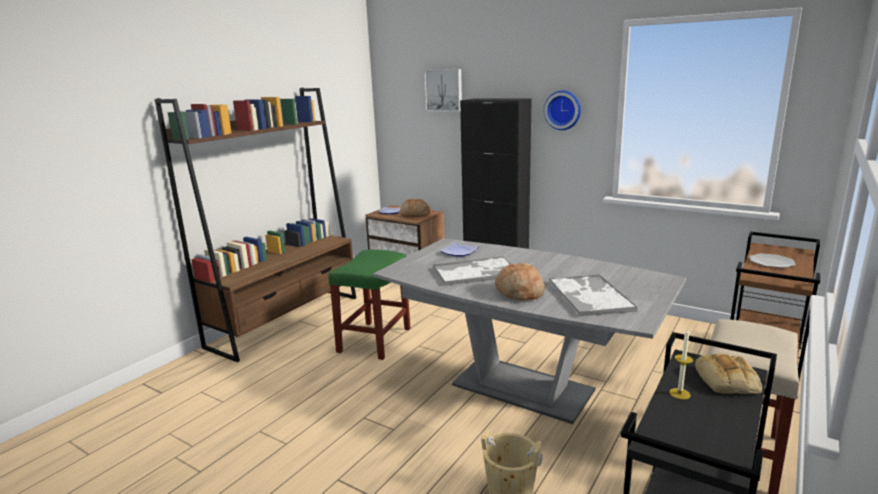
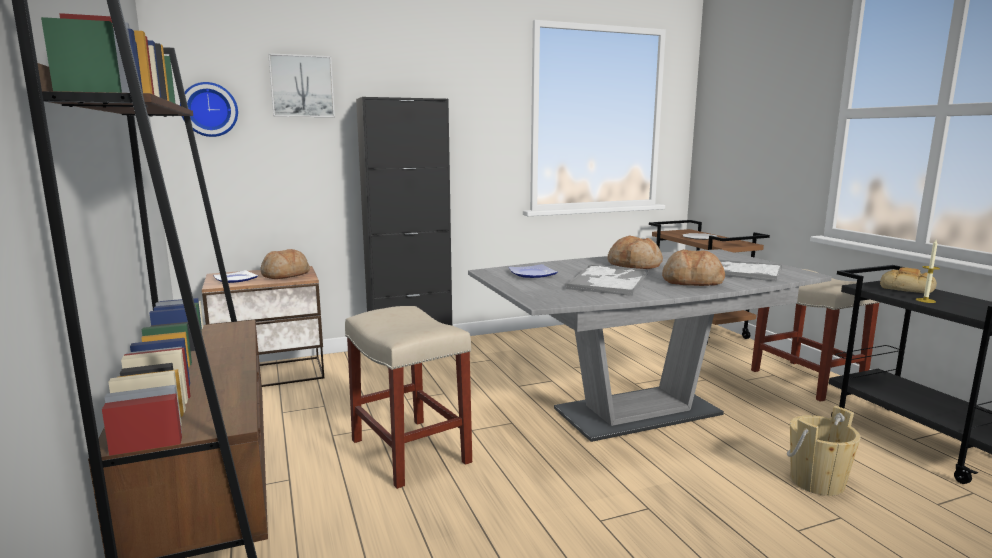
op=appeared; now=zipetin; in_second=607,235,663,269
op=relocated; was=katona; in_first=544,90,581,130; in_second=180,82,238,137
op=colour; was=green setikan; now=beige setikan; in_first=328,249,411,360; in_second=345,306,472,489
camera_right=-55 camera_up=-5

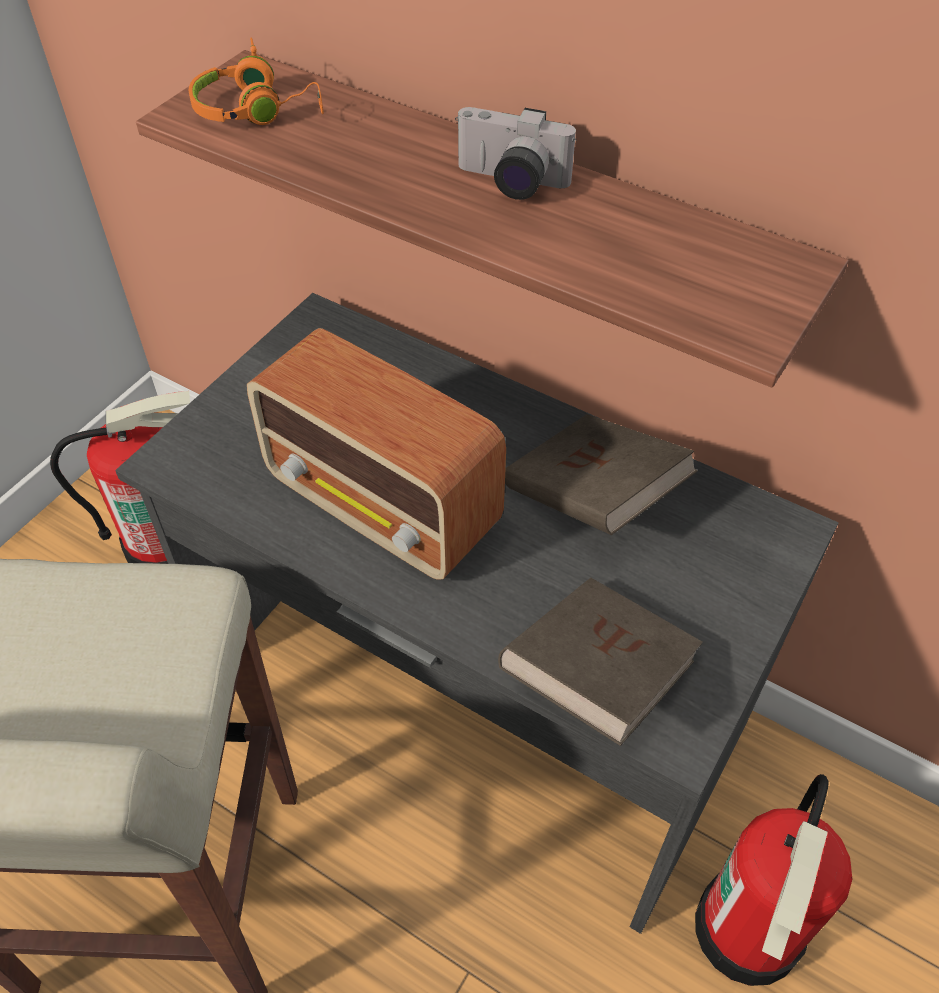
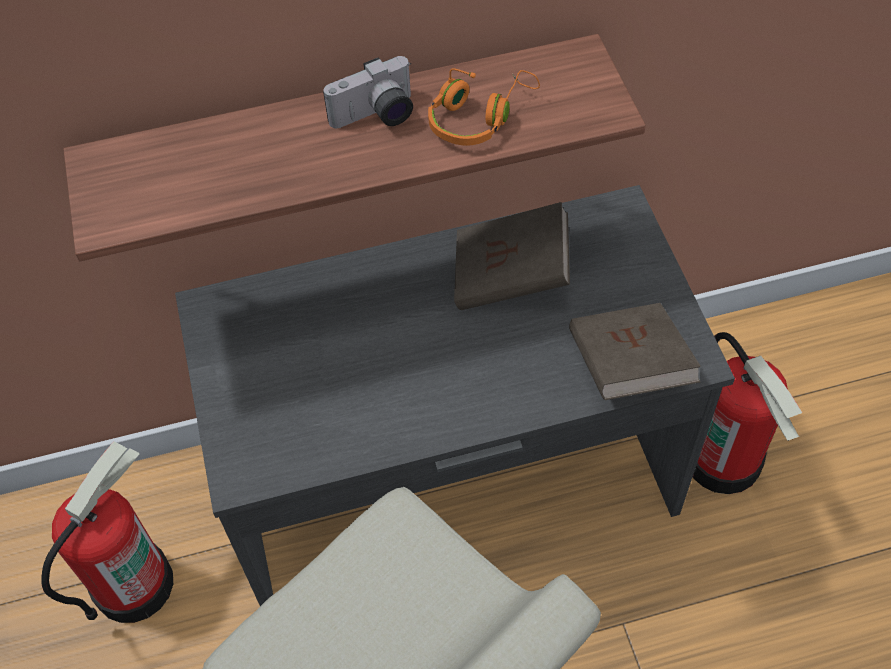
op=missing; was=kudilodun; in_first=247,328,506,579
op=relocated; was=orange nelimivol; in_first=189,37,324,125; in_second=428,68,540,146
camera_right=-45 camera_up=5

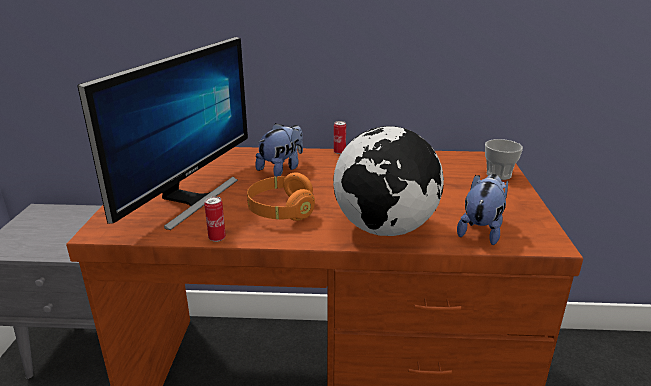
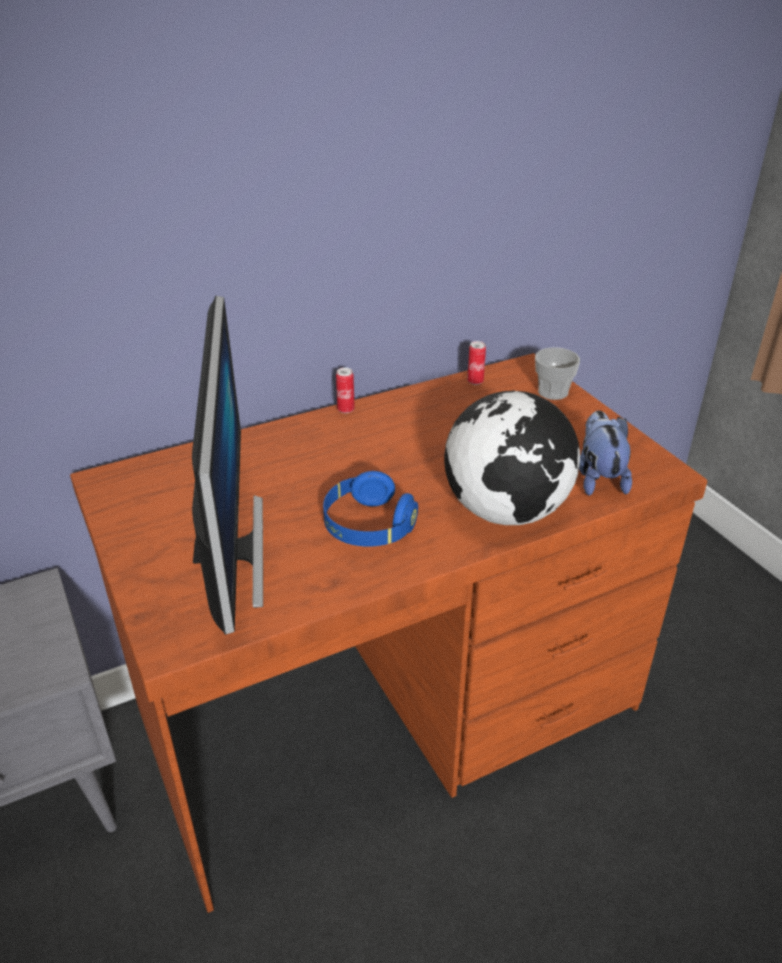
op=missing; was=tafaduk; in_first=256,123,303,177
op=relocated; was=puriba; in_first=204,196,226,242; in_second=467,341,486,385
op=colour; was=orange nelimivol; now=blue nelimivol; in_first=247,172,315,221; in_second=323,471,418,546
camera_right=-30 camera_up=10

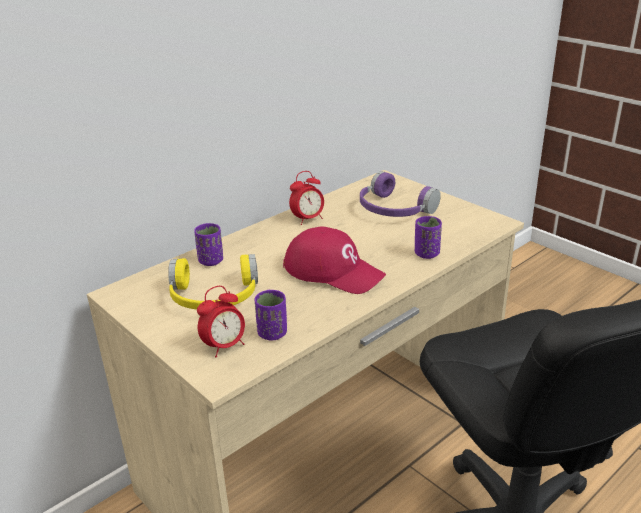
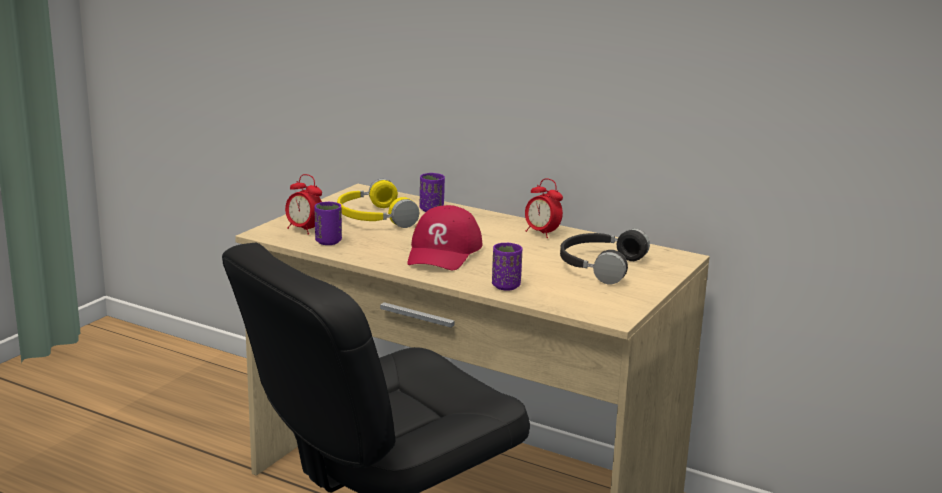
op=colour; was=purple nelimivol; now=black nelimivol; in_first=360,171,441,217; in_second=560,228,650,284
camera_right=70 camera_up=-10

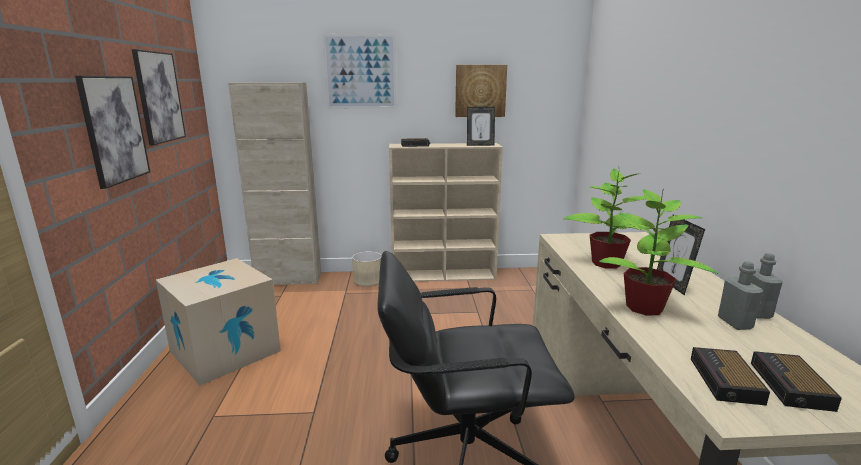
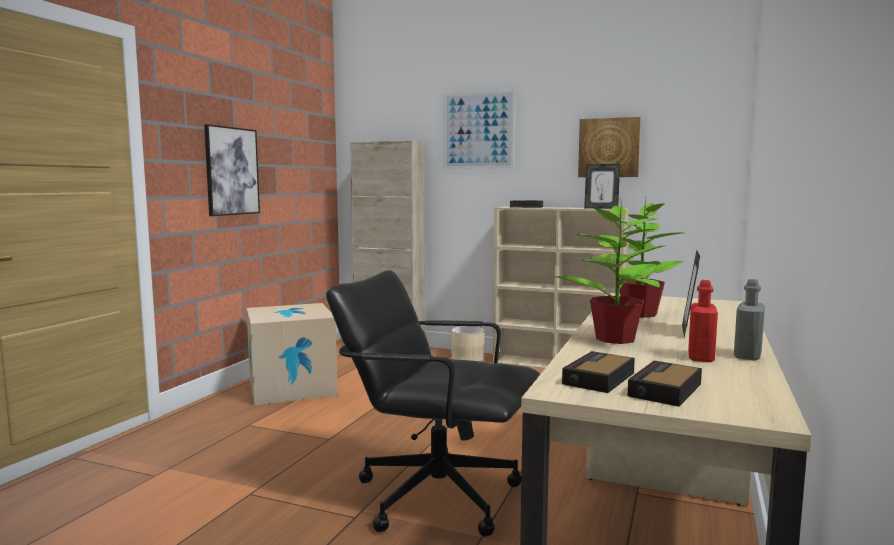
op=missing; was=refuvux; in_first=132,49,186,145
op=colour; was=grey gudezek; now=red gudezek; in_first=718,261,763,330; in_second=688,280,718,362
camera_right=25 camera_up=-10

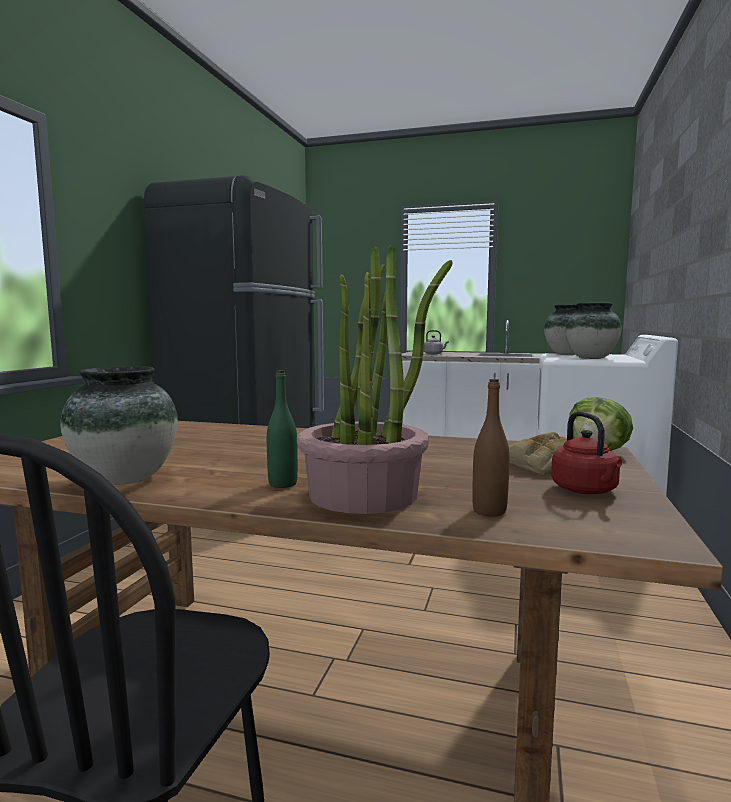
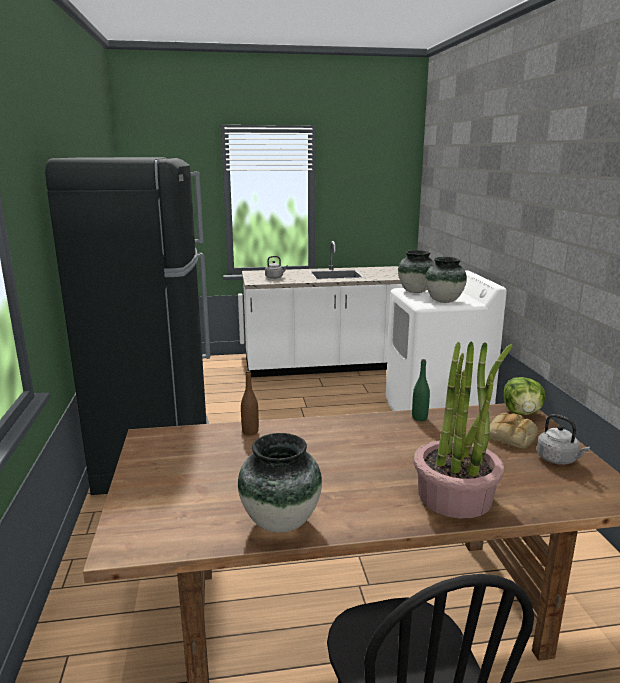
op=relocated; was=green gudezek; in_first=267,370,298,488; in_second=412,359,430,421
op=relocated; was=brown gudezek; in_first=472,379,510,516; in_second=241,370,259,435
op=colour; was=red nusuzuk; now=grey nusuzuk; in_first=551,411,622,494; in_second=537,414,590,465
camera_right=-25 camera_up=10

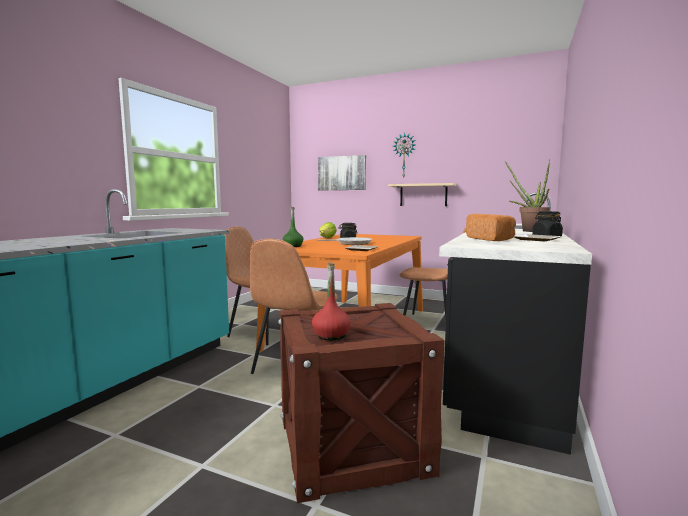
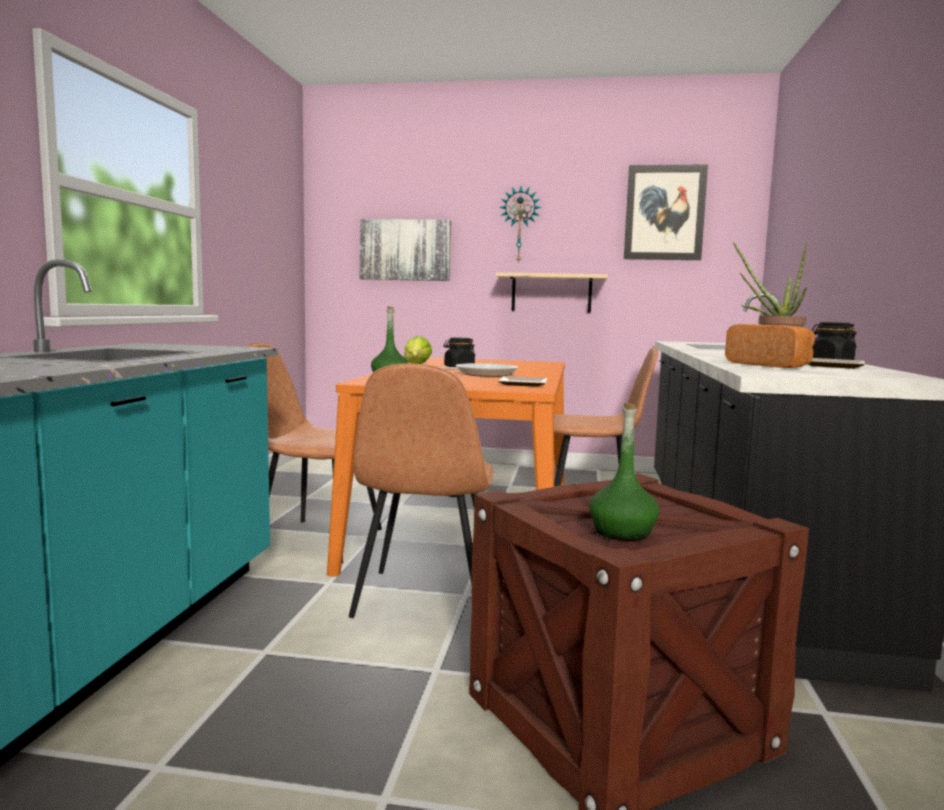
op=appeared; now=refuvux; in_second=624,165,708,260
op=colour; was=red gudezek; now=green gudezek; in_first=312,262,351,340; in_second=589,403,659,541
camera_right=-15 camera_up=0

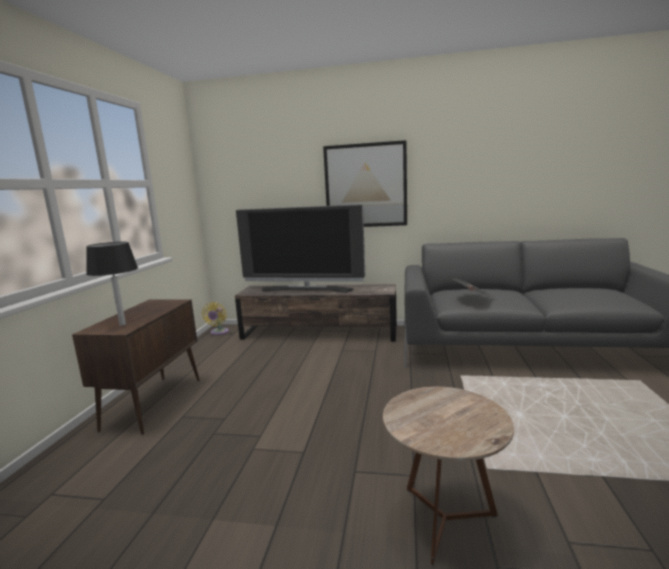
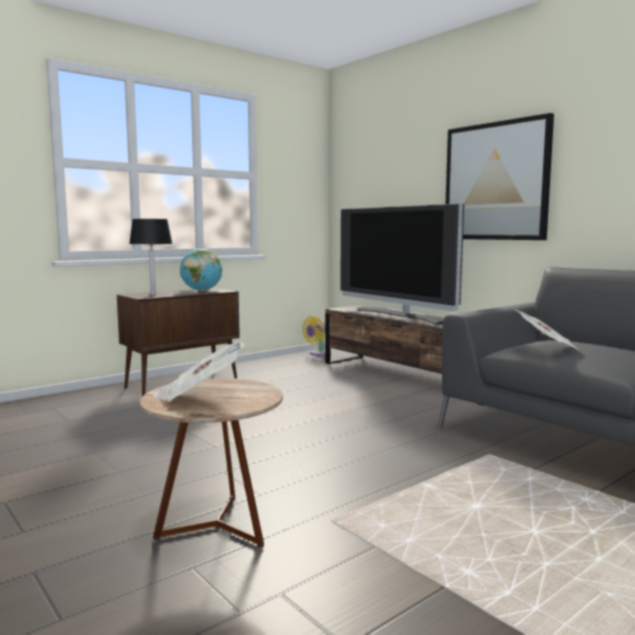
op=appeared; now=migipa; in_second=153,342,245,402
op=appeared; now=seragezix; in_second=180,249,222,291
camera_right=40 camera_up=-5

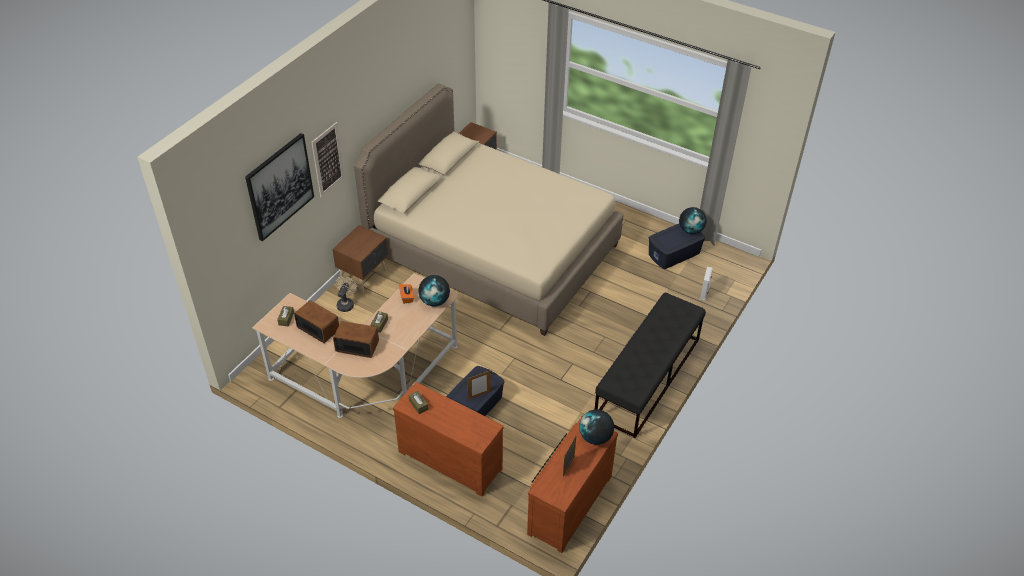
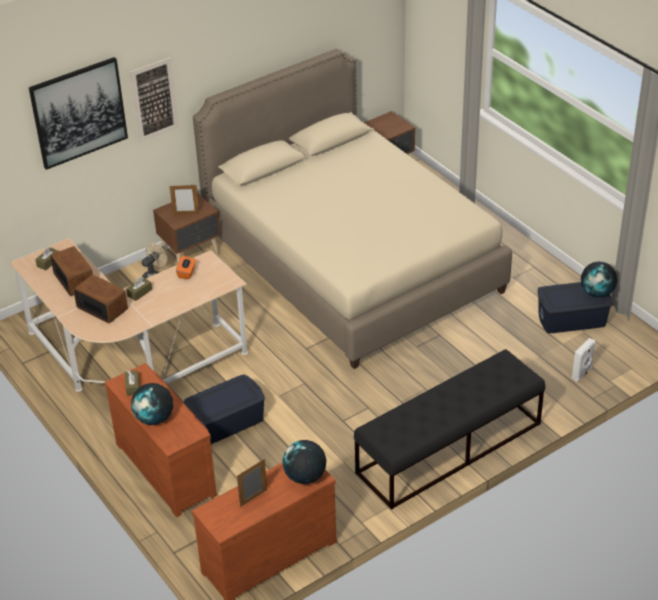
op=relocated; was=seragezix; in_first=418,275,450,307; in_second=131,383,173,425
op=relocated; was=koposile; in_first=467,371,491,400; in_second=170,184,199,215
camera_right=25 camera_up=-5

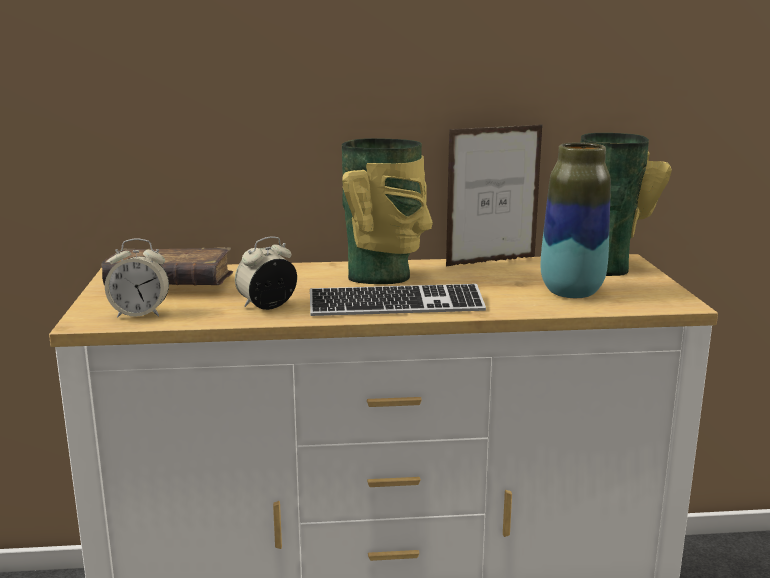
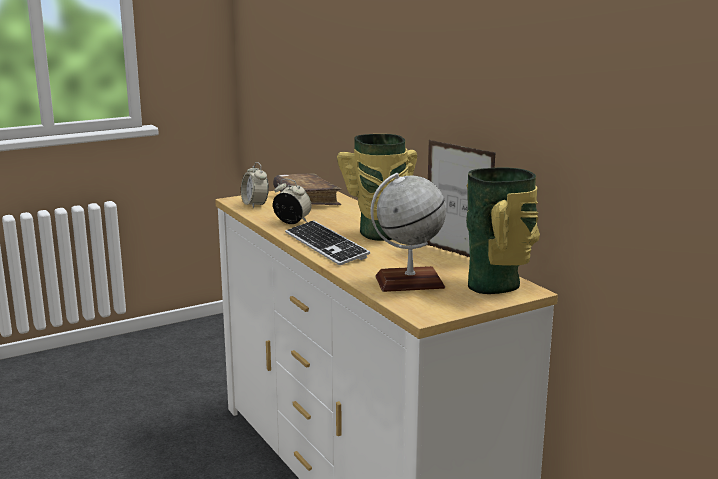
op=exchanged; was=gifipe; now=seragezix; in_first=541,142,611,298; in_second=371,173,446,292
camera_right=65 camera_up=0

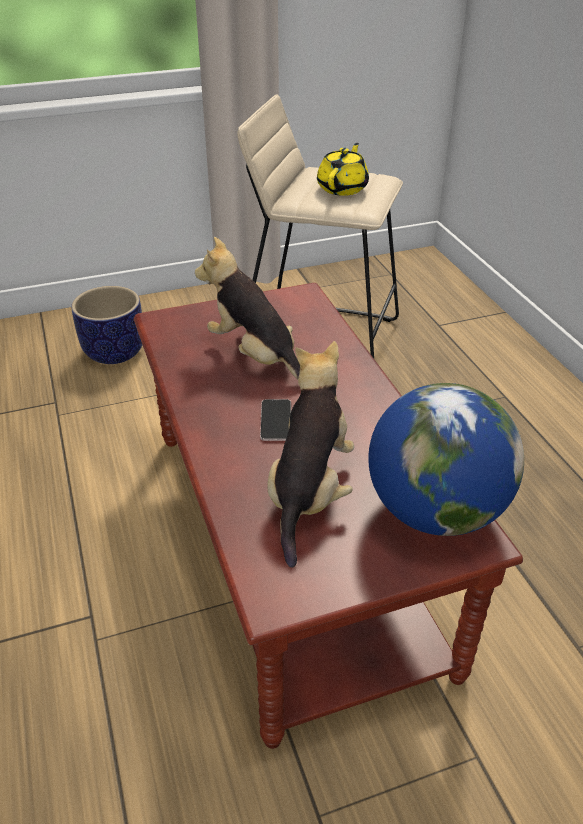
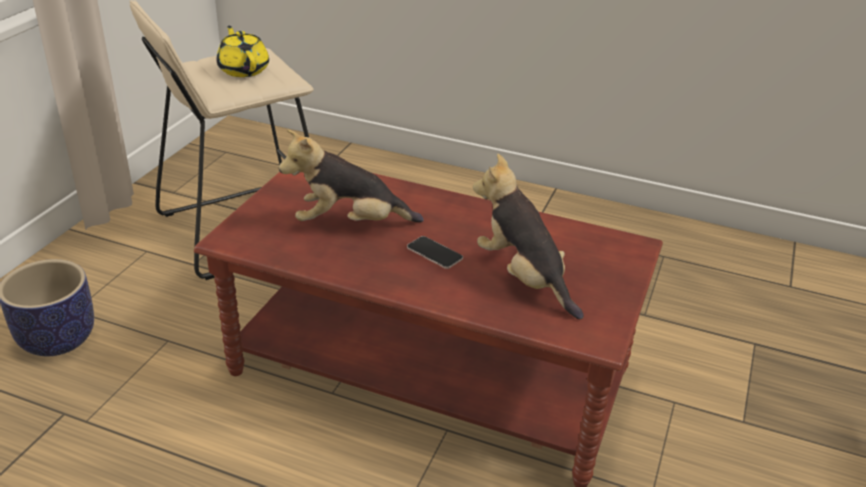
op=missing; was=seragezix; in_first=368,383,524,536
camera_right=-50 camera_up=-5

